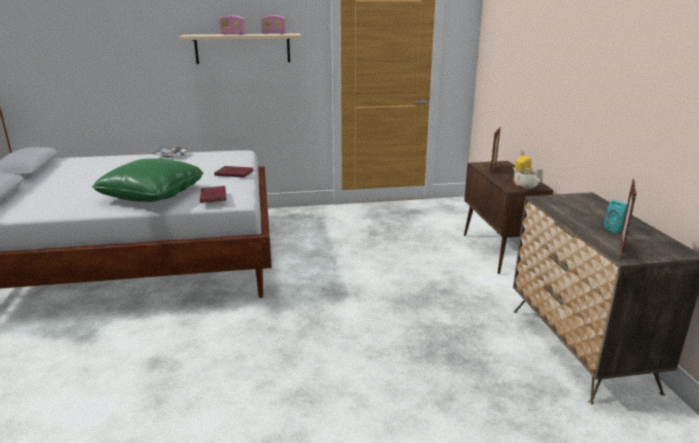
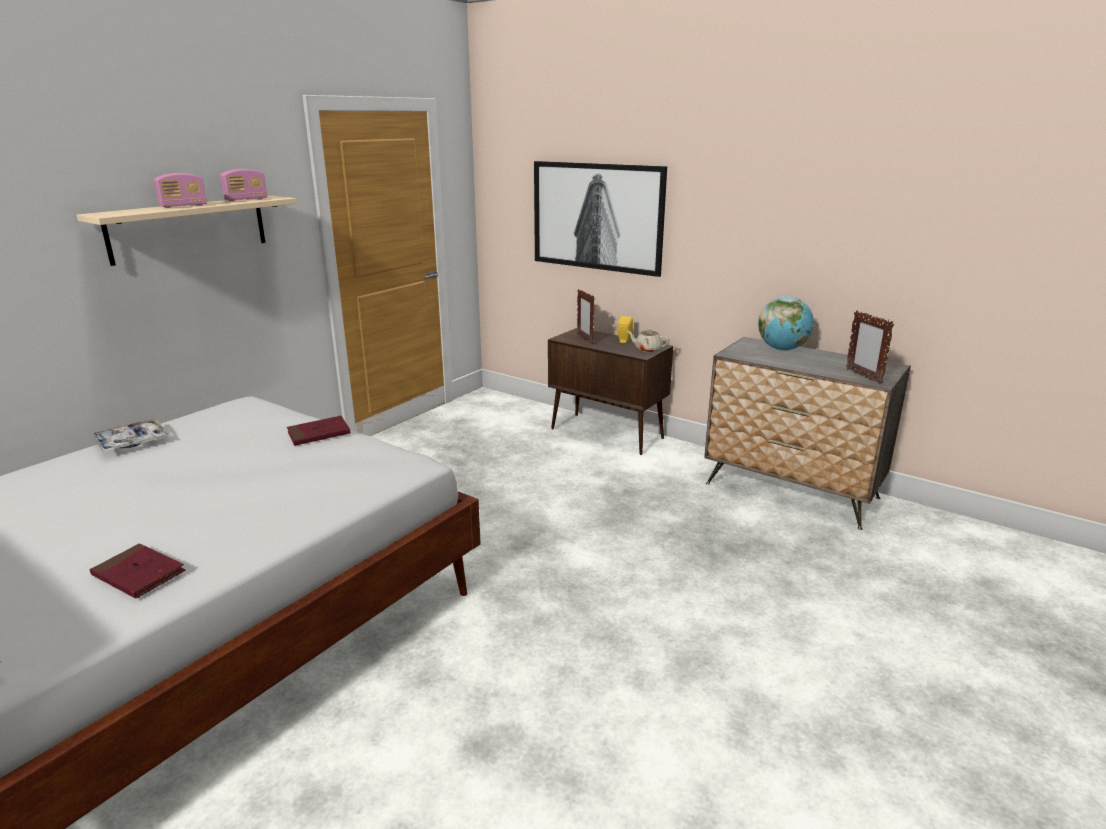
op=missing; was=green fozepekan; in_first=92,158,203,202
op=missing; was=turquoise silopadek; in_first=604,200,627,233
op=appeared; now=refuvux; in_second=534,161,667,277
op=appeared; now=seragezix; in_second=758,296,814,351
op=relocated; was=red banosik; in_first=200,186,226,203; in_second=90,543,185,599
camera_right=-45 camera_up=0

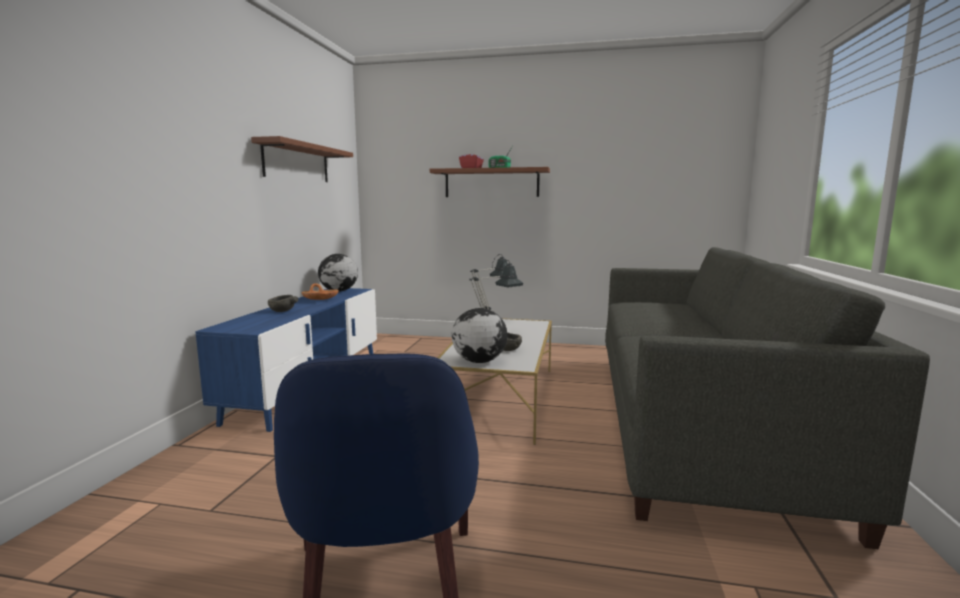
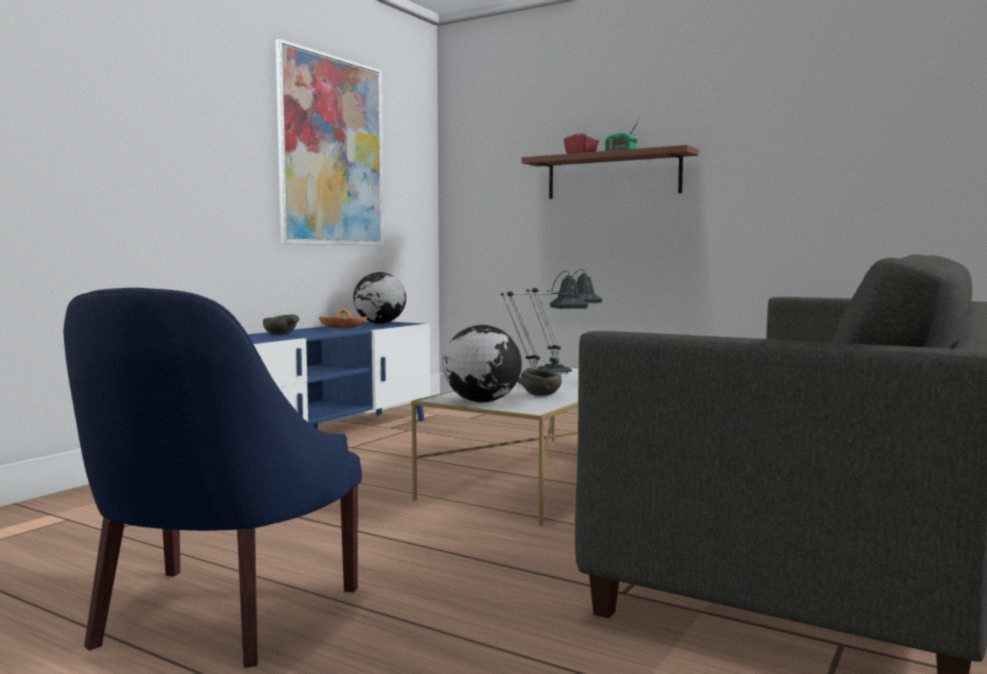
op=exchanged; was=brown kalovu; now=refuvux; in_first=251,136,353,182; in_second=276,39,384,246
camera_right=20 camera_up=-5

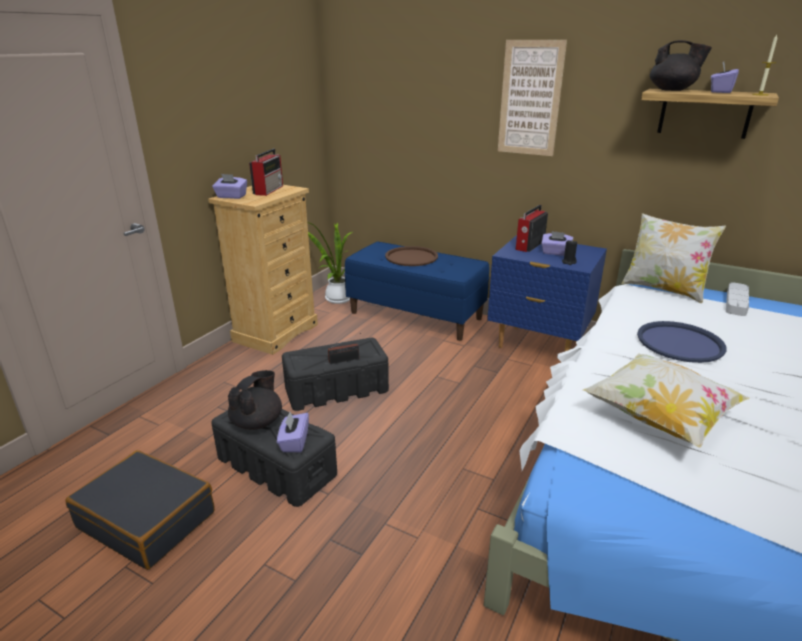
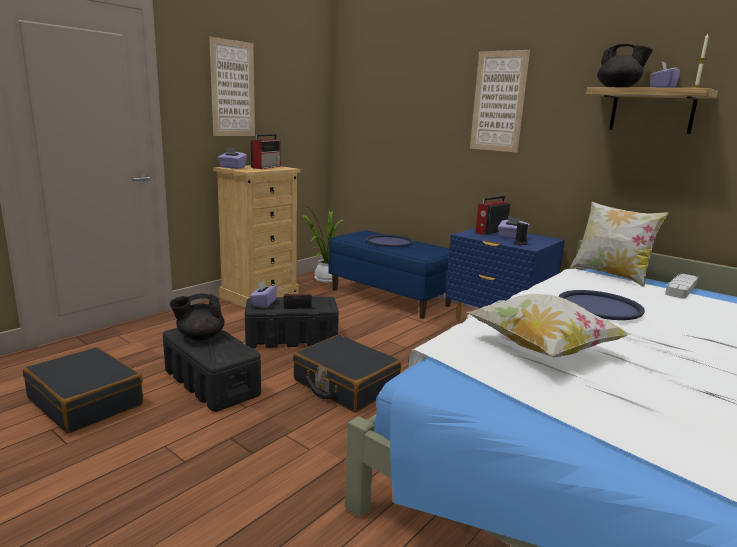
op=appeared; now=refuvux; in_second=209,37,255,136
op=appeared; now=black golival; in_second=293,335,401,412
op=relocated; was=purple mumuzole; in_first=277,412,309,452; in_second=250,280,277,308
op=colour; was=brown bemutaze; now=blue bemutaze; in_first=385,246,438,266; in_second=366,234,414,247
op=spun; was=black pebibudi; in_first=228,370,282,430; in_second=170,293,225,340; clockwise=-150
camera_right=10 camera_up=-10

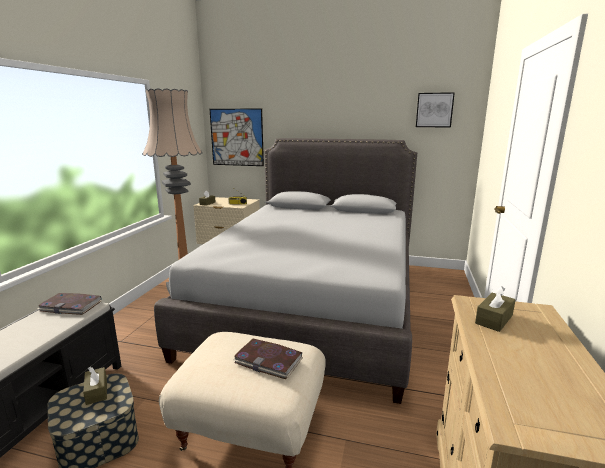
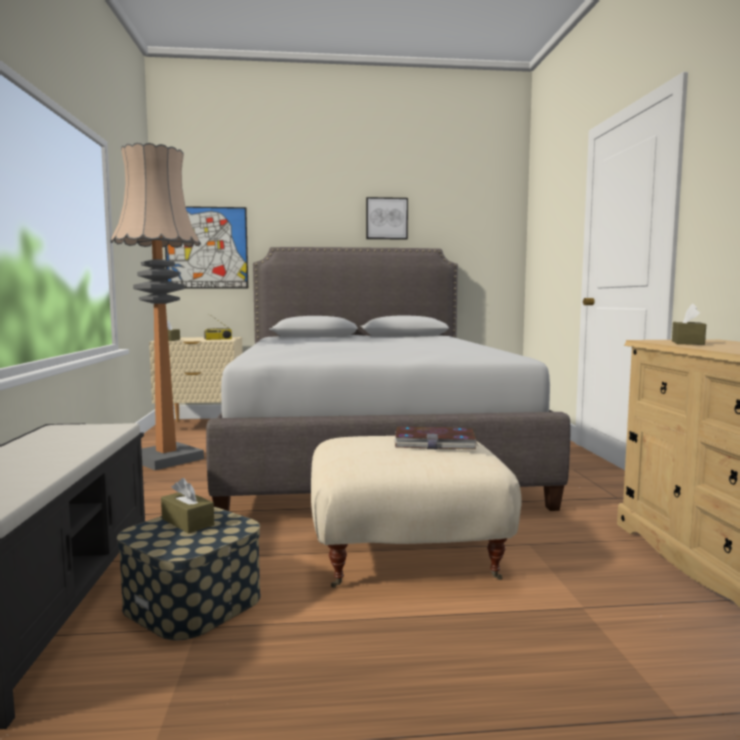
op=missing; was=banosik; in_first=37,293,102,315
op=relocated; was=refuvux; in_first=416,92,455,127; in_second=366,197,408,240
camera_right=-20 camera_up=-10

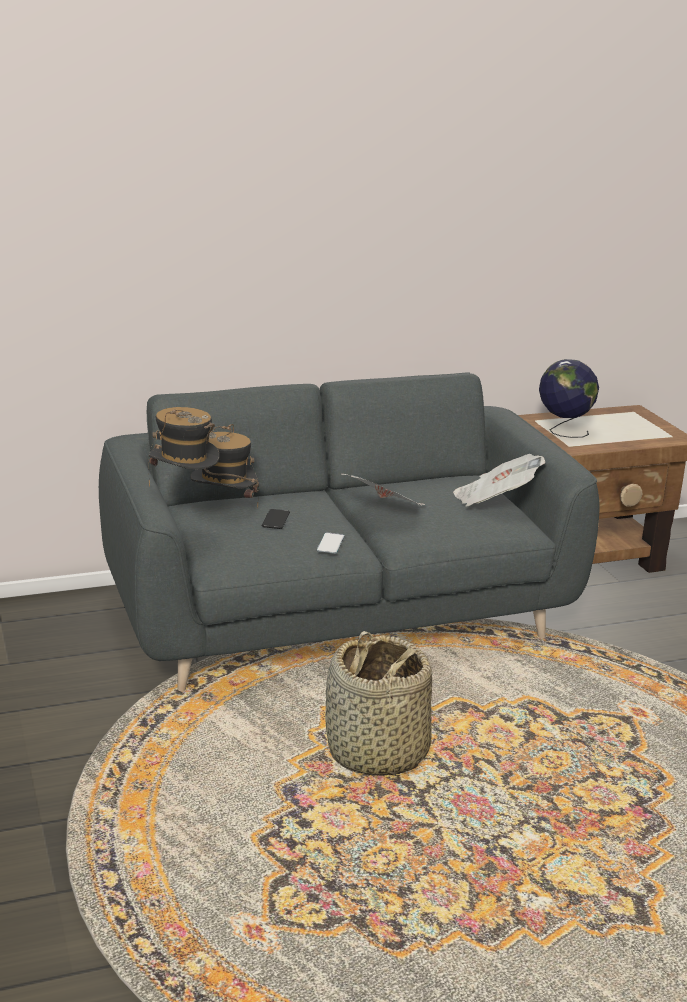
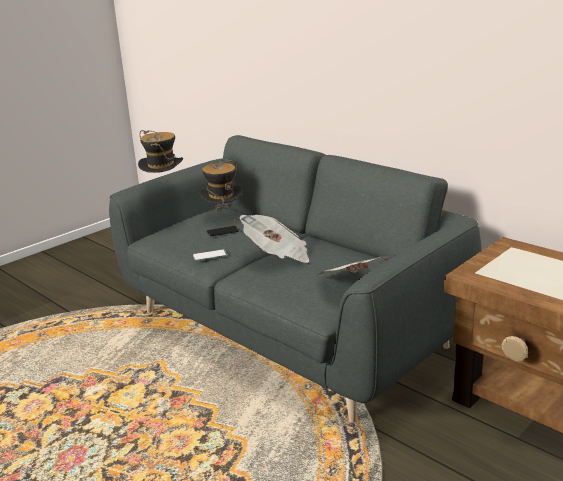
op=missing; was=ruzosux; in_first=326,631,432,776
op=missing; was=seragezix; in_first=539,359,599,438
camera_right=65 camera_up=0

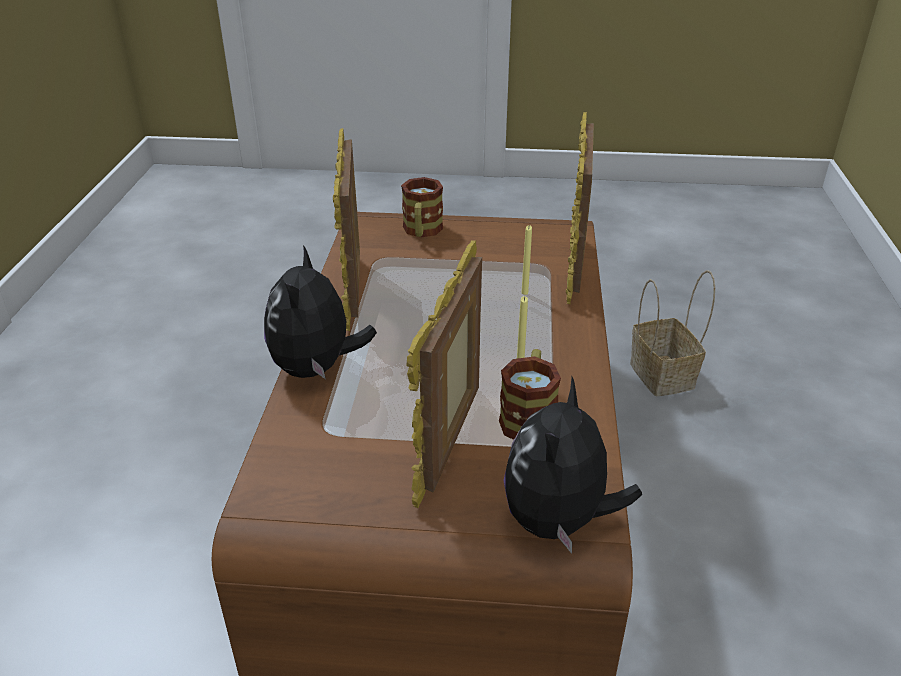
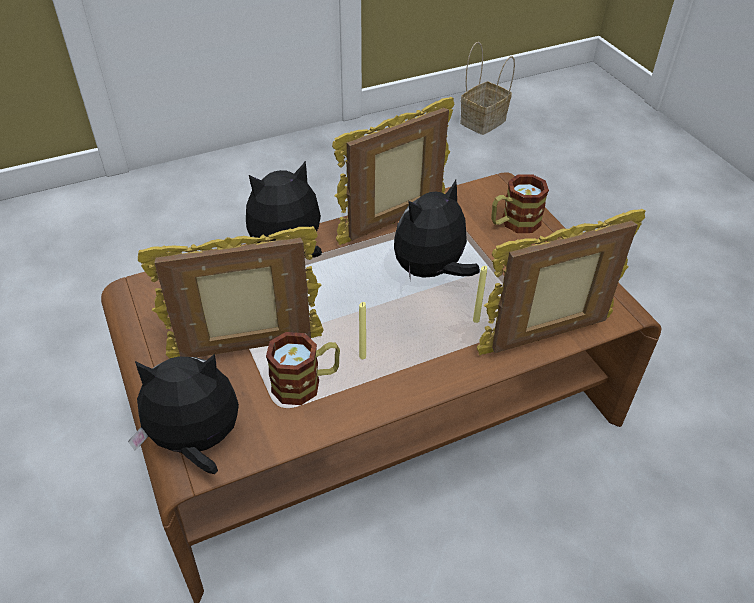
op=appeared; now=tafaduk; in_second=394,180,480,282
op=relocated; was=ruzosux; in_first=630,270,715,396; in_second=460,42,515,135
camera_right=60 camera_up=10

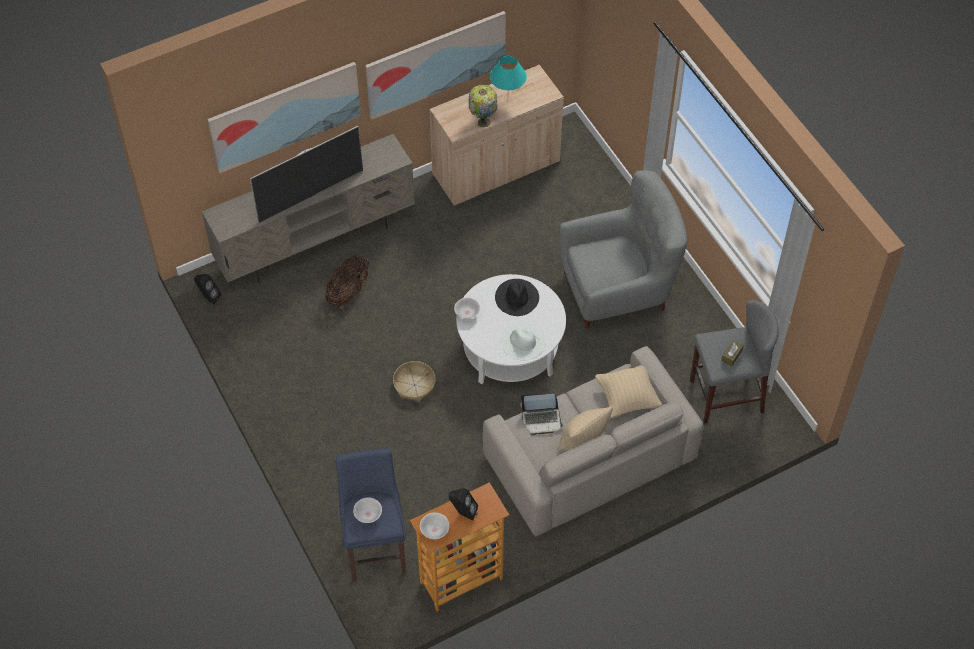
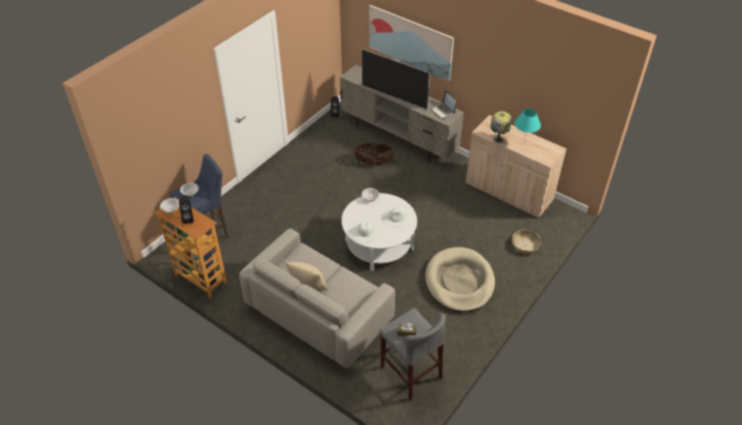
op=missing; was=refuvux; in_first=365,11,506,120
op=missing; was=beige fozepekan; in_first=595,365,662,418
op=relocated; was=ruzosux; in_first=393,361,436,401; in_second=512,230,541,255
op=relocated; was=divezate; in_first=520,394,563,435; in_second=431,91,456,118
op=exchanged; was=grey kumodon; now=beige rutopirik; in_first=559,170,687,329; in_second=425,247,495,312
op=colour; was=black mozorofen; now=white mozorofen; in_first=495,279,539,316; in_second=382,205,413,228
camera_right=65 camera_up=-10

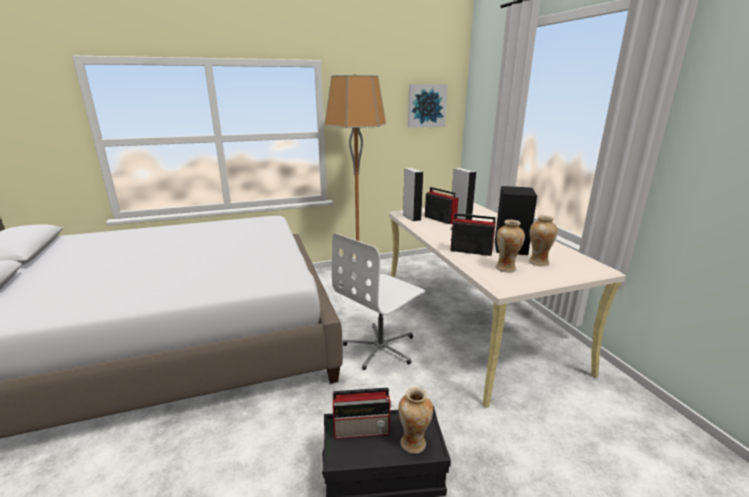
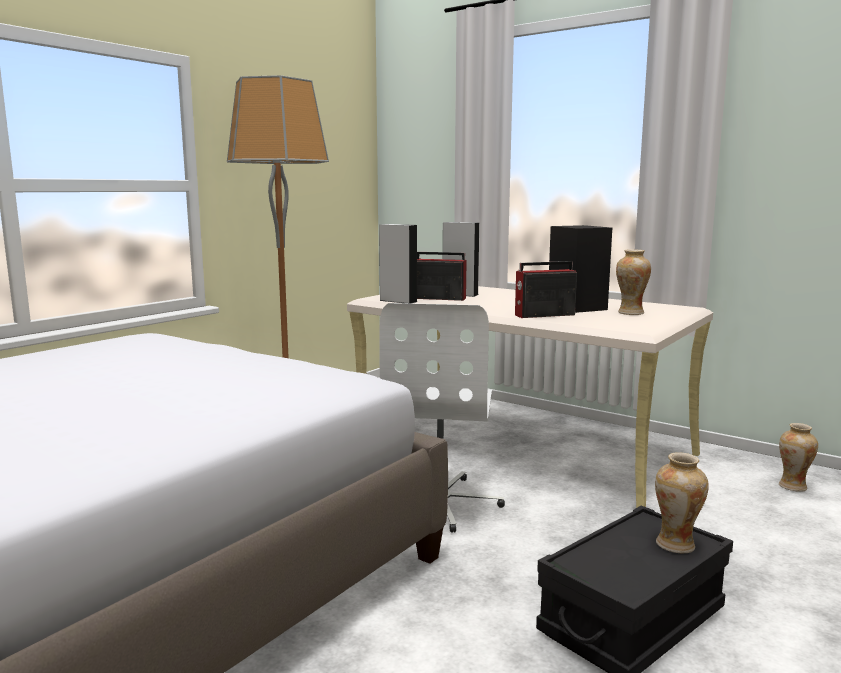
op=missing; was=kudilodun; in_first=333,388,392,439
op=missing; was=refuvux; in_first=408,84,448,128
op=relocated; was=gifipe; in_first=496,220,525,272; in_second=779,423,818,492
camera_right=-35 camera_up=-10

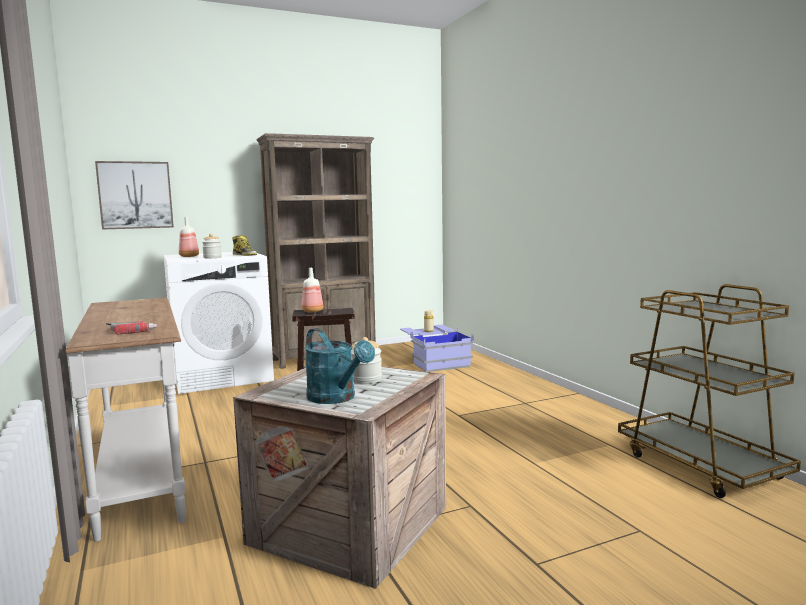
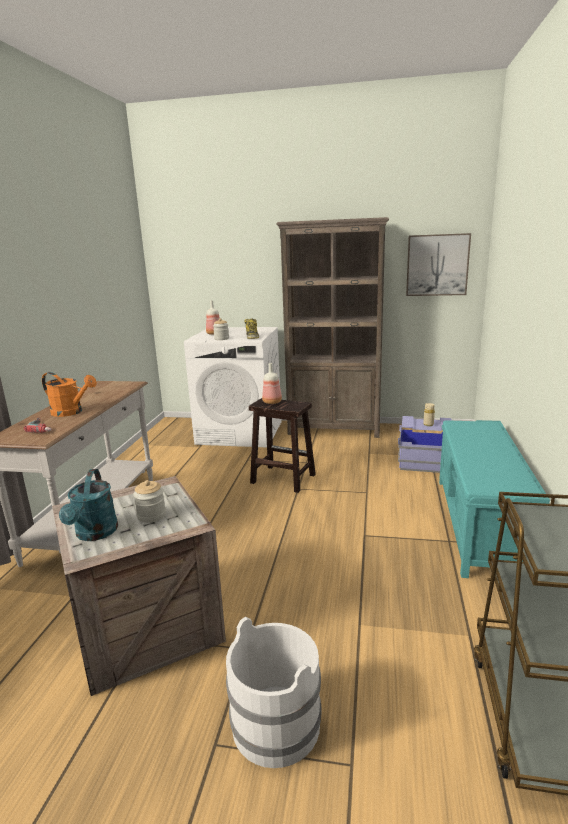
op=appeared; now=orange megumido; in_second=42,372,97,417
op=appeared; now=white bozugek; in_second=226,617,321,768
op=appeared; now=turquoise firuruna; in_second=439,420,550,578
op=relocated; was=refuvux; in_first=95,161,174,230; in_second=406,233,471,296
camera_right=35 camera_up=10

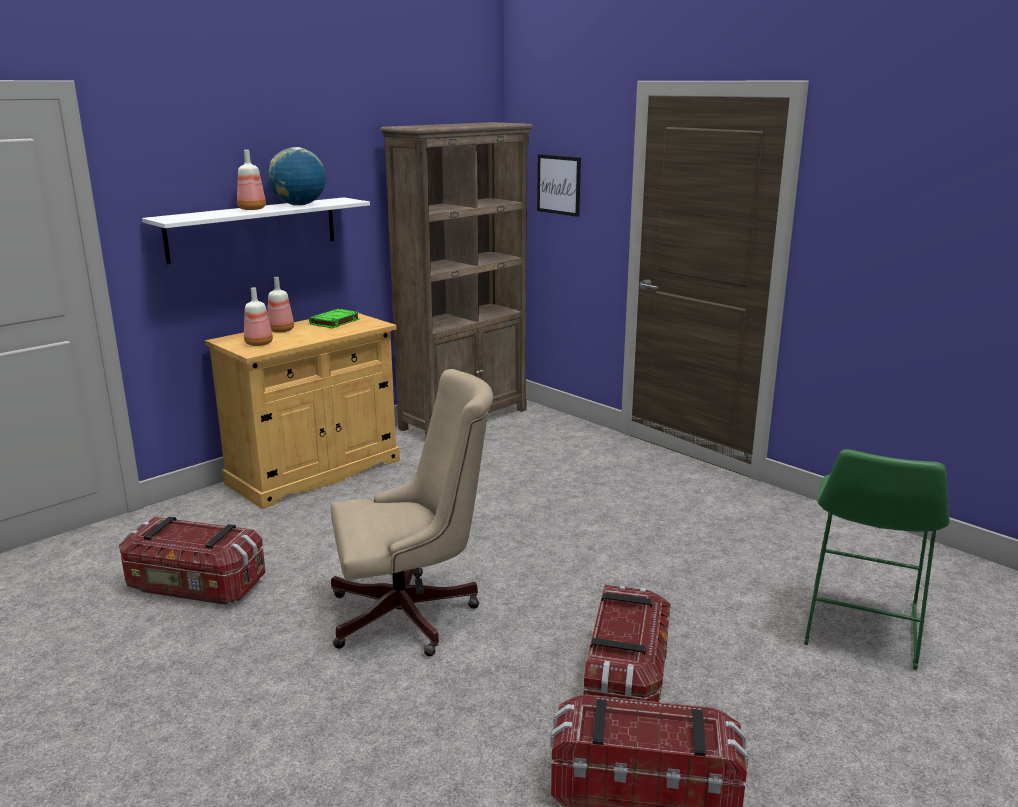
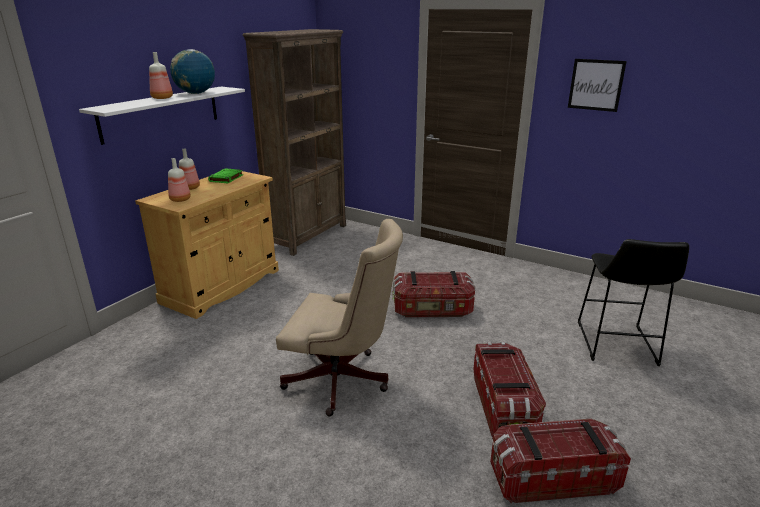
op=relocated; was=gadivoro; in_first=119,517,266,605; in_second=393,271,475,317
op=relocated; was=refuvux; in_first=537,154,581,217; in_second=568,59,627,112
op=colour; was=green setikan; now=black setikan; in_first=804,449,950,670; in_second=578,239,689,366
op=spun; was=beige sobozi; in_first=331,369,493,656; in_second=276,219,403,416; clockwise=45
camera_right=-15 camera_up=5

